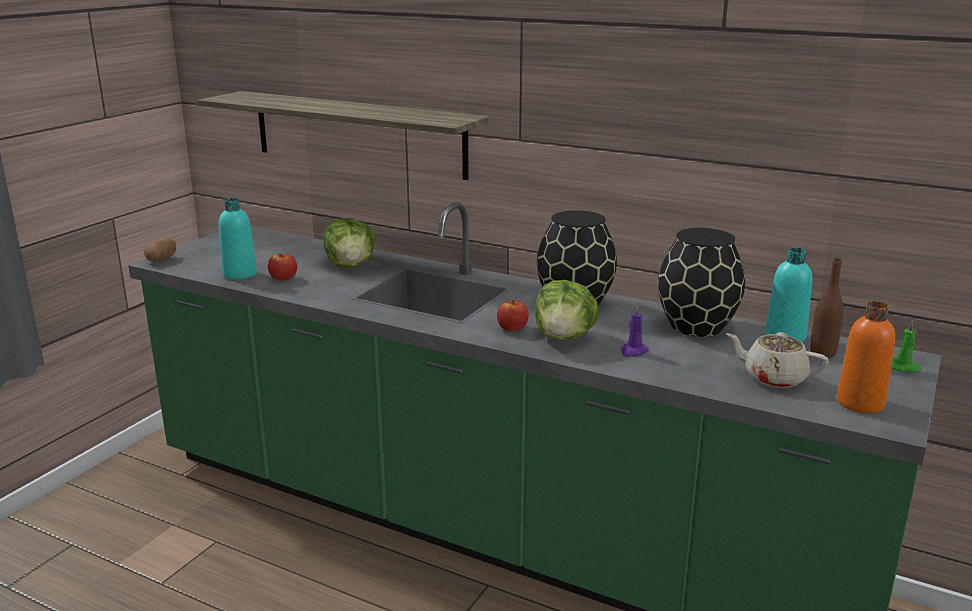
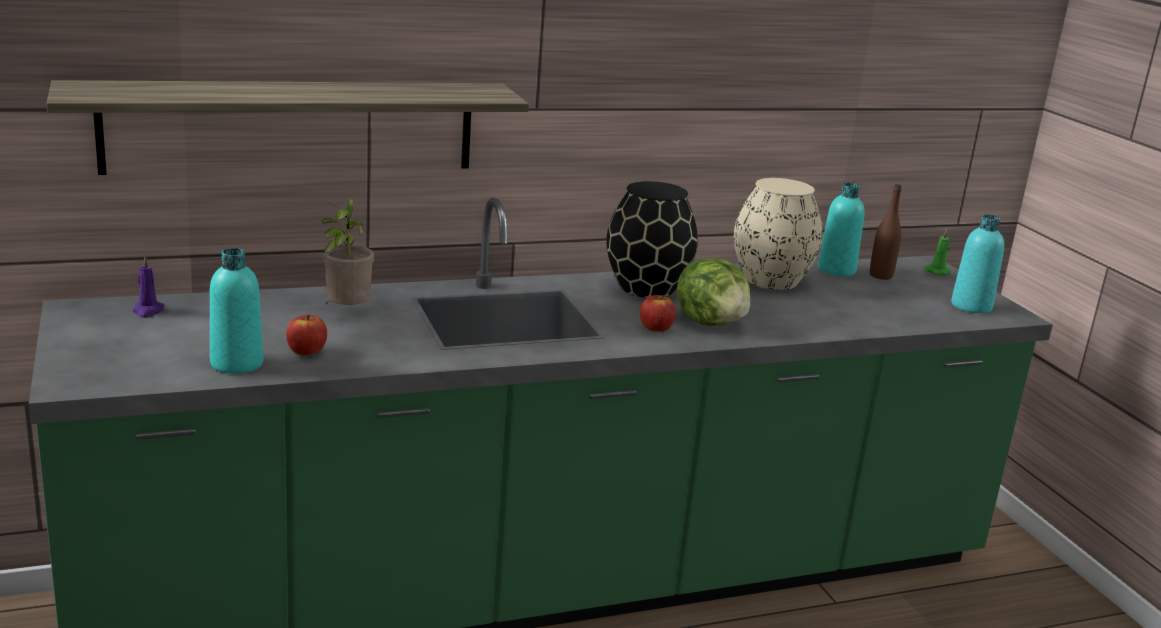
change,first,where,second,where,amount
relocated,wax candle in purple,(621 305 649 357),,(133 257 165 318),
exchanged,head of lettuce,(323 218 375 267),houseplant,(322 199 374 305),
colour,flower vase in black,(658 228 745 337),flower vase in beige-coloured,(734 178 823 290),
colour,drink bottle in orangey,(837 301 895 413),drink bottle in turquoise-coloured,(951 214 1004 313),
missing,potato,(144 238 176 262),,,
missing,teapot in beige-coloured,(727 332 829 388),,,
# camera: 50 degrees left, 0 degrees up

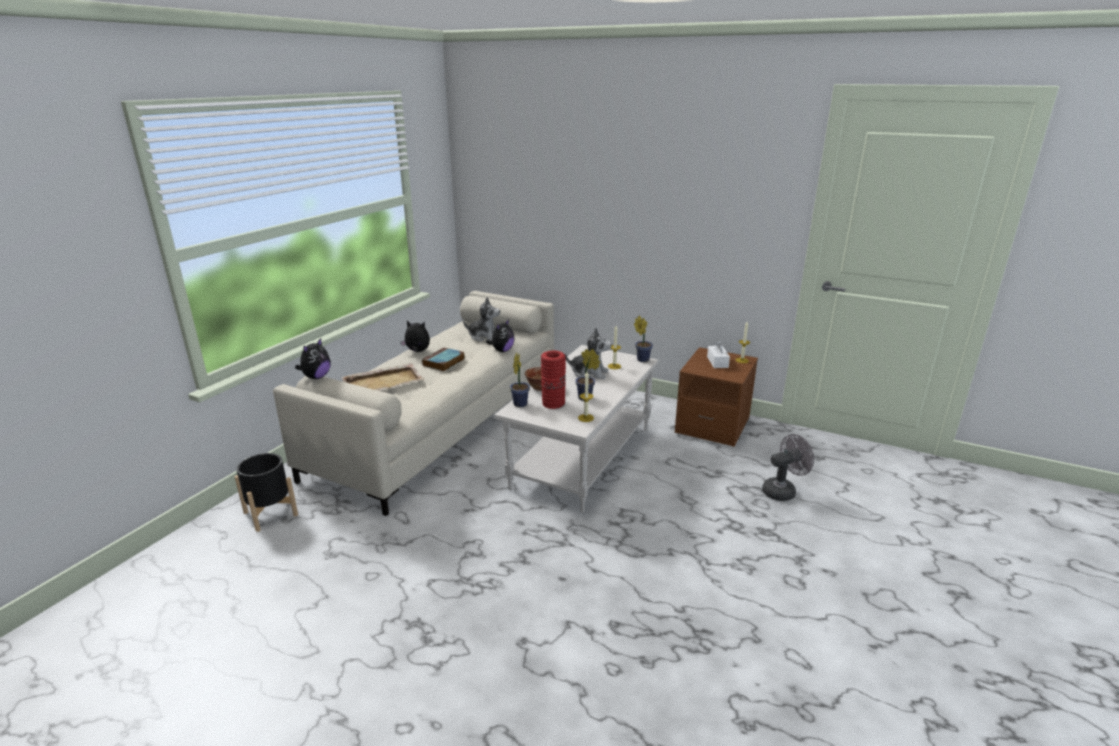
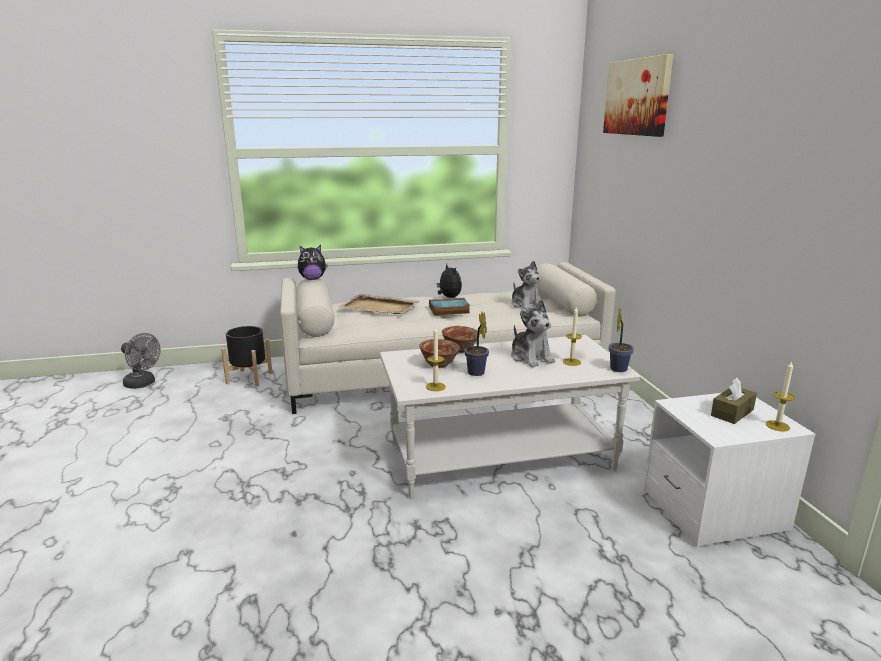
change,first,where,second,where,amount
relocated,cooling fan in greyish,(762 434 814 501),,(121 333 161 389),
exchanged,flower vase in red,(541 351 566 409),bowl,(419 339 460 368),
appeared,,,picture,(603 54 673 137),
colour,nightstand in brownish,(675 347 758 447),nightstand in white-coloured,(643 393 816 547),
colour,tissue box in white-coloured,(707 340 730 368),tissue box in brownish,(711 377 757 424),
missing,cuddly toy,(486 319 514 352),,,
missing,houseplant,(510 352 530 407),,,
# camera: 50 degrees right, 5 degrees down

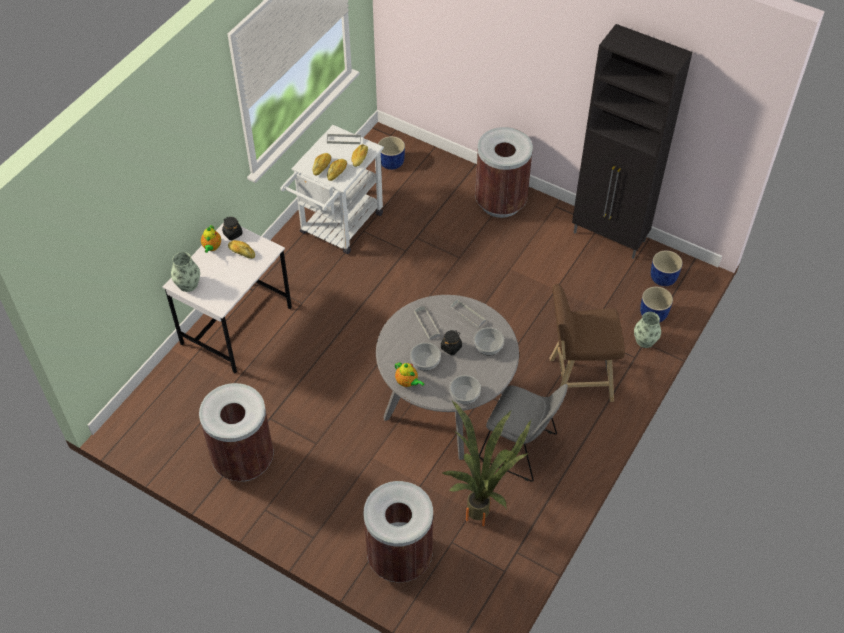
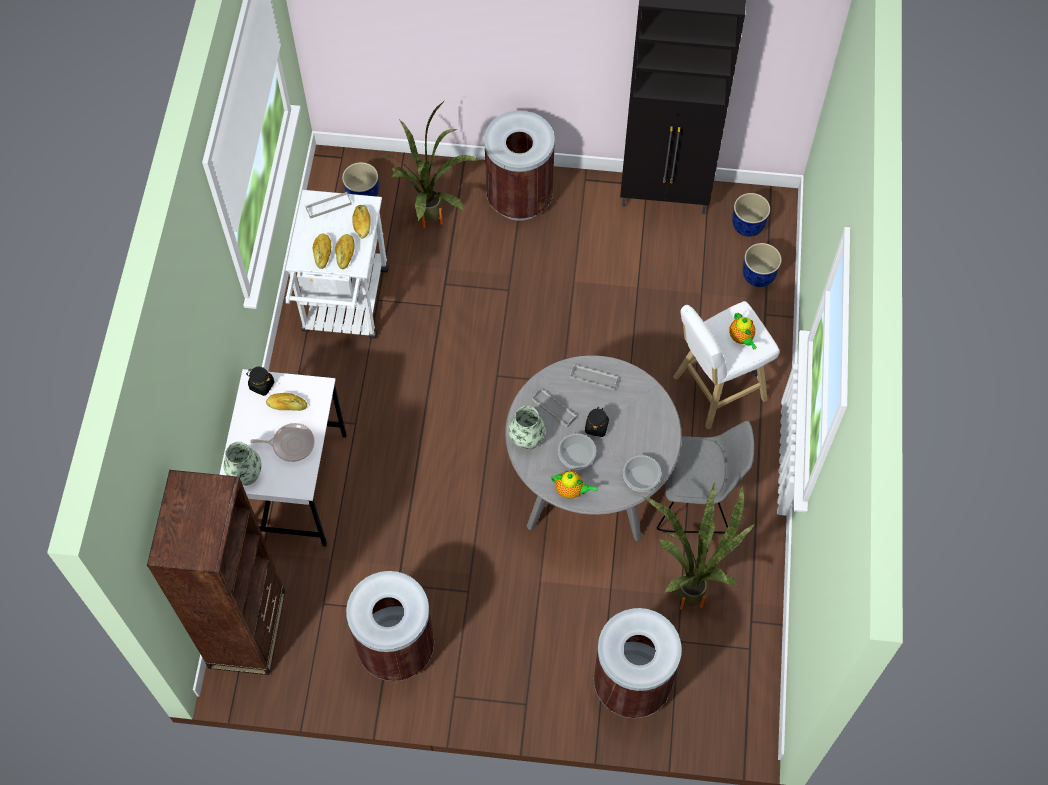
change,first,where,second,where,amount
appeared,,,bookshelf in brownish,(147 470 285 675),
appeared,,,skillet,(250 423 315 462),
appeared,,,houseplant,(381 100 481 229),
relocated,flower vase,(634 312 661 348),,(508 406 546 450),
colour,stool seat in brownish,(549 284 625 402),stool seat in white-coloured,(673 301 780 429),
relocated,teapot,(201 225 221 253),,(729 313 757 349),
missing,bowl,(474 327 504 355),,,
# camera: 25 degrees left, 10 degrees up

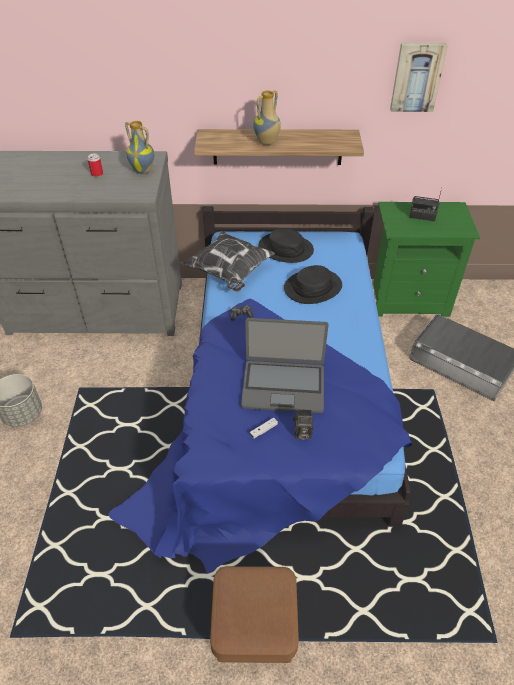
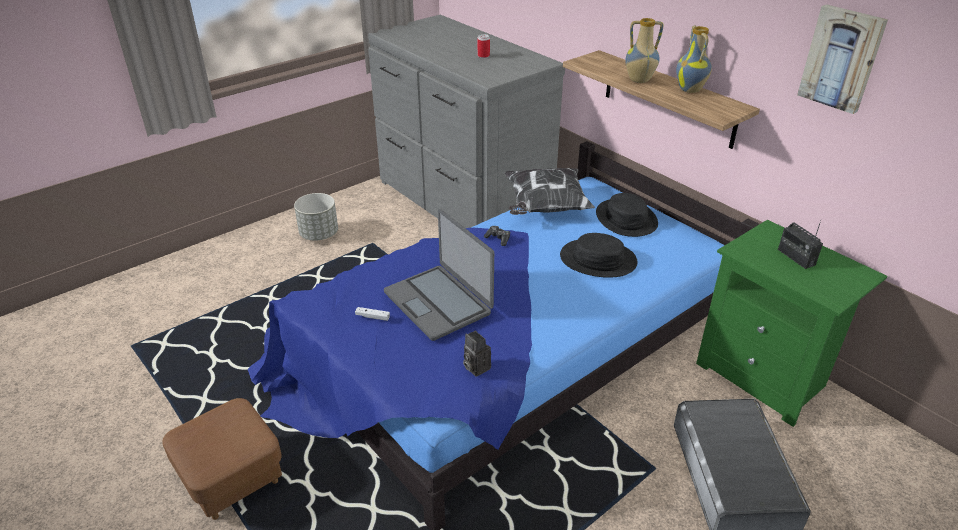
change,first,where,second,where,amount
relocated,photo camera,(293 409 313 440),,(463 330 491 377),
relocated,flower vase,(125 121 155 174),,(676 25 712 93),
# camera: 50 degrees right, 10 degrees down

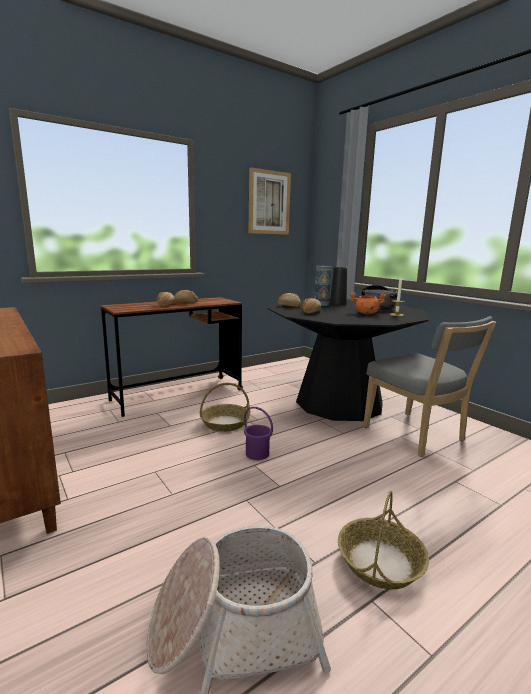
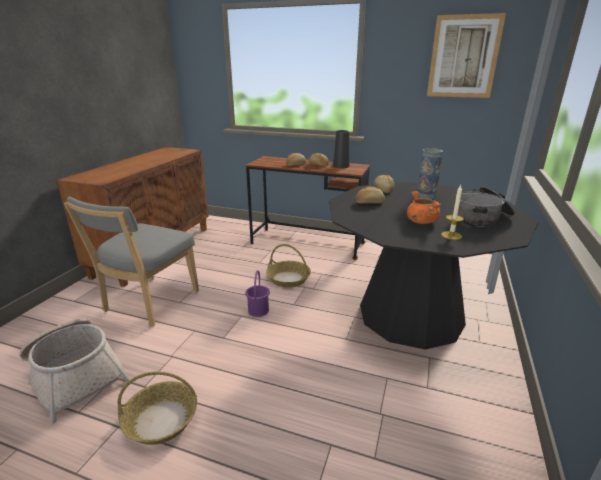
change,first,where,second,where,amount
relocated,chair in greyish,(363 316 496 457),,(64 196 199 326),
relocated,flower vase in black,(330 267 347 305),,(333 130 349 168),
# camera: 55 degrees right, 10 degrees up

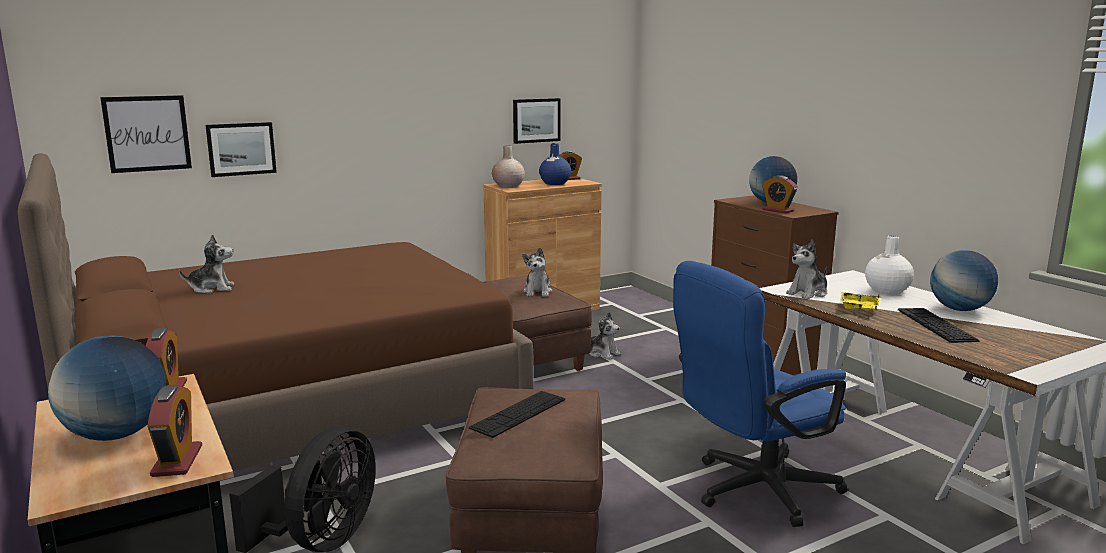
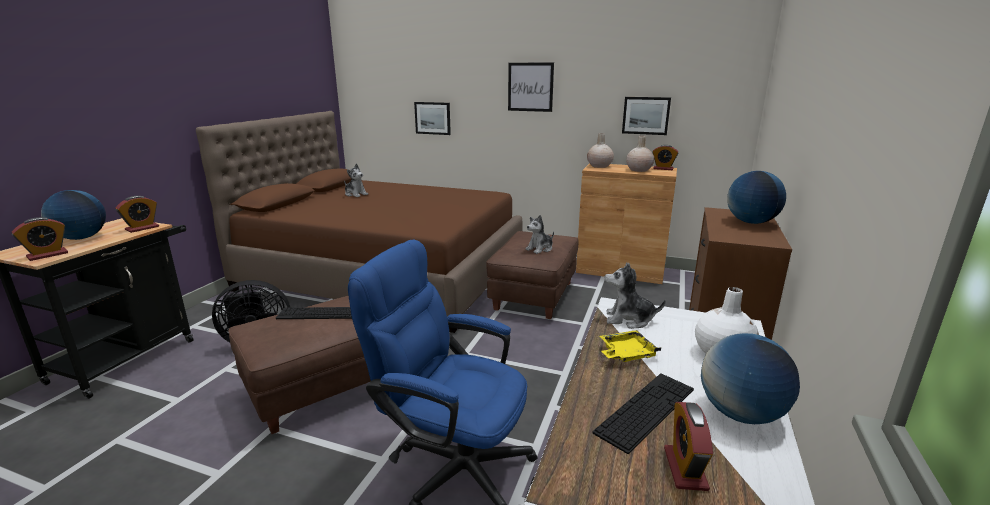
change,first,where,second,where,amount
relocated,picture,(100 95 192 173),,(508 63 554 112),
colour,flower vase in bluish,(539 143 571 185),flower vase in beige-coloured,(626 136 654 172),
relocated,alarm clock,(762 175 798 213),,(664 402 713 491),
missing,cuddly toy,(589 312 621 360),,,
# camera: 50 degrees right, 5 degrees up

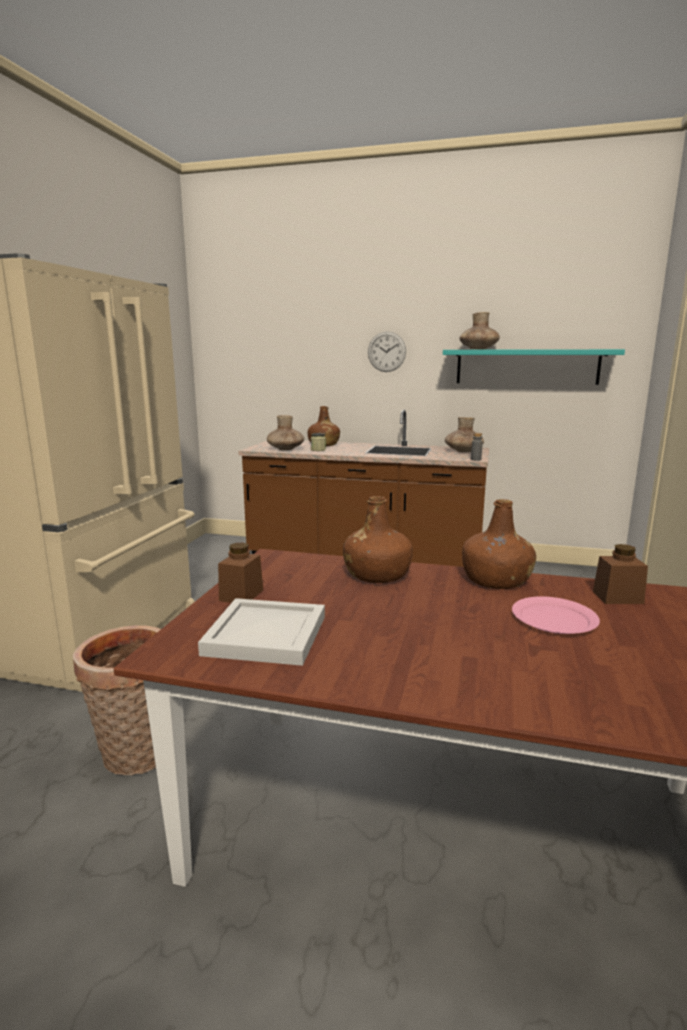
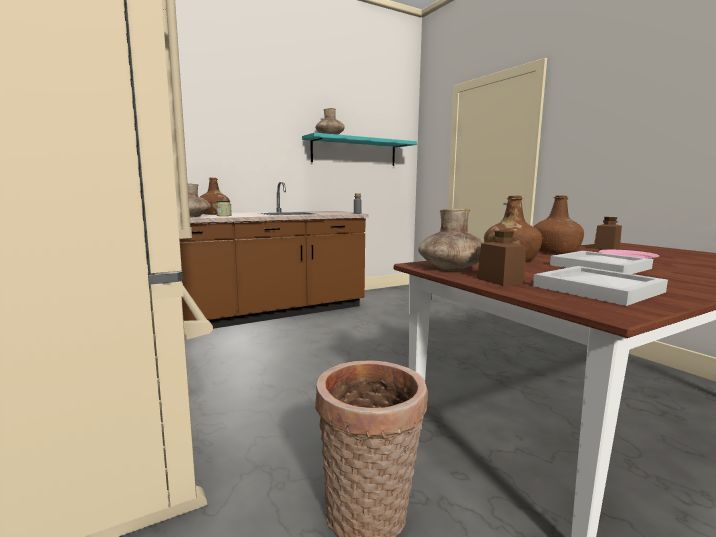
change,first,where,second,where,amount
relocated,flower vase in brownish,(445 417 484 452),,(418 209 484 271),
appeared,,,carrying tray in white-coloured,(550 251 653 274),
missing,clock on the wall,(368 331 406 372),,,
# camera: 45 degrees left, 5 degrees down

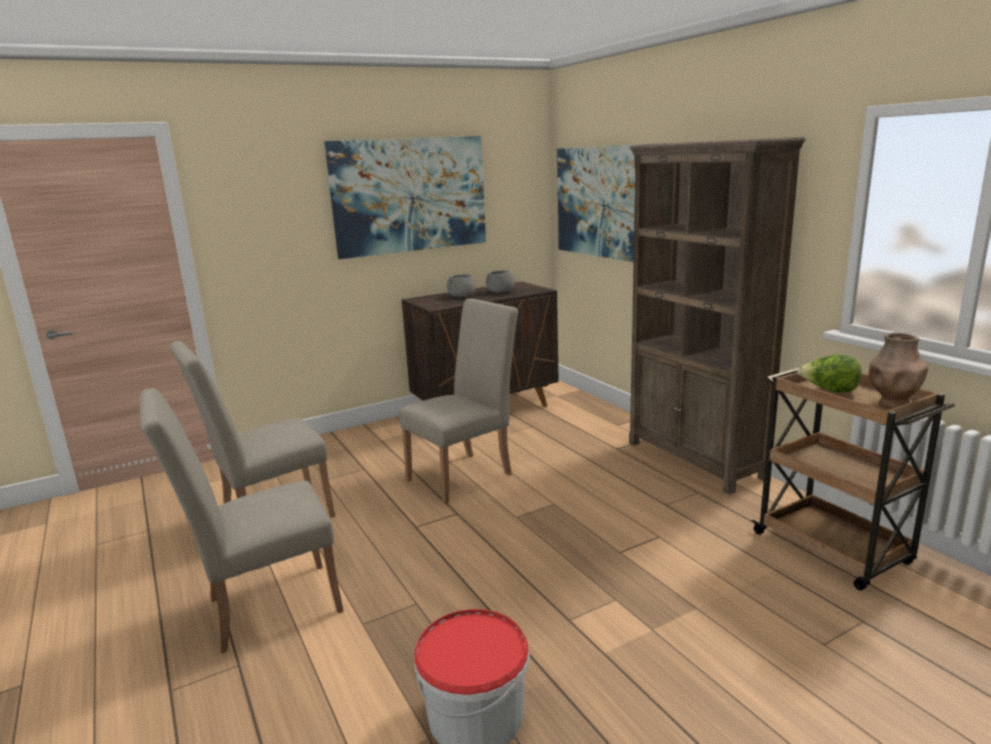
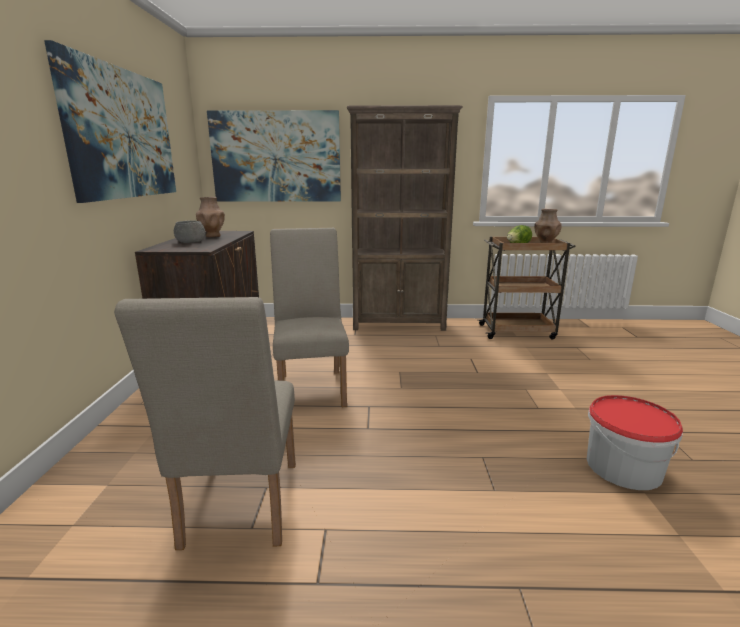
change,first,where,second,where,amount
exchanged,bowl in greyish,(486 270 515 293),flower vase in brownish,(196 197 225 237),
missing,chair in beige-coloured,(139 388 344 653),,,
# camera: 60 degrees left, 0 degrees up

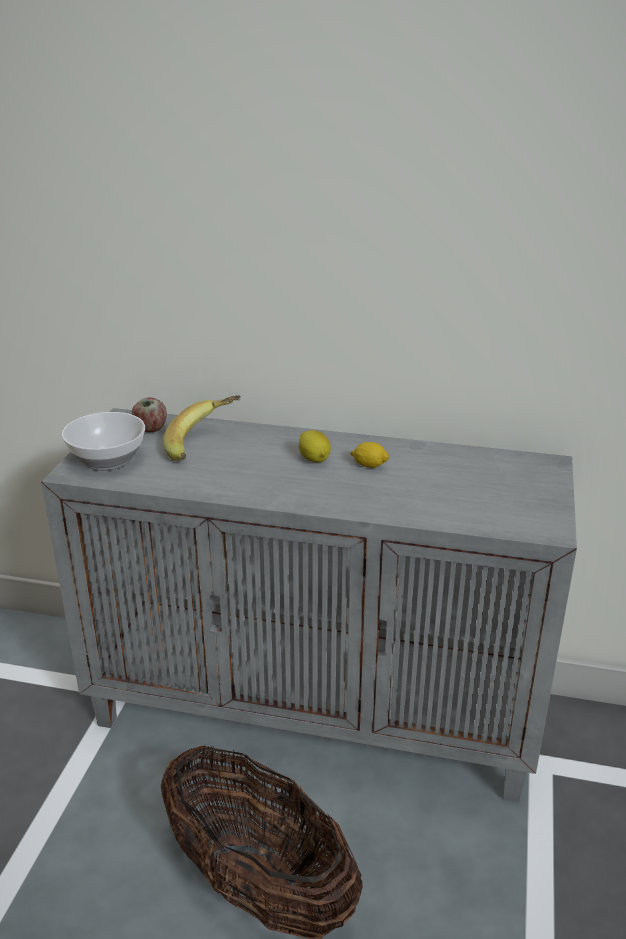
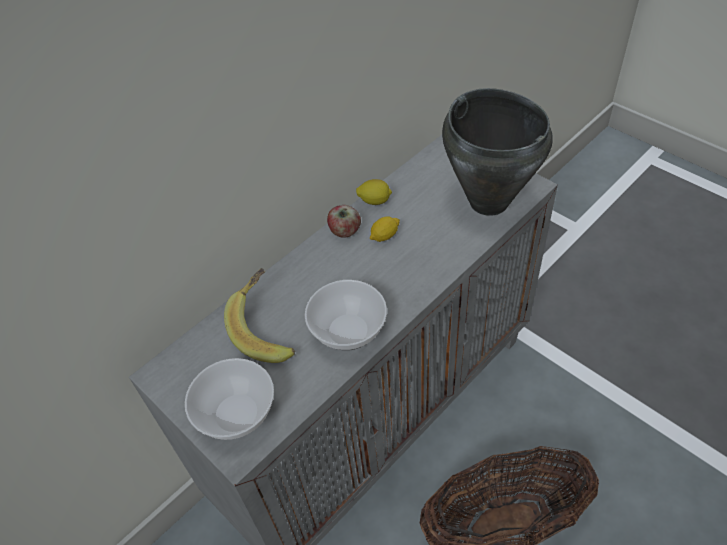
change,first,where,second,where,amount
appeared,,,bowl,(305 280 387 351),
relocated,apple fruit,(132 398 167 432),,(327 205 361 238),
relocated,citrus fruit,(299 430 331 462),,(356 179 392 205),
appeared,,,cooking pot in black,(442 88 553 216),
# camera: 55 degrees left, 20 degrees up

